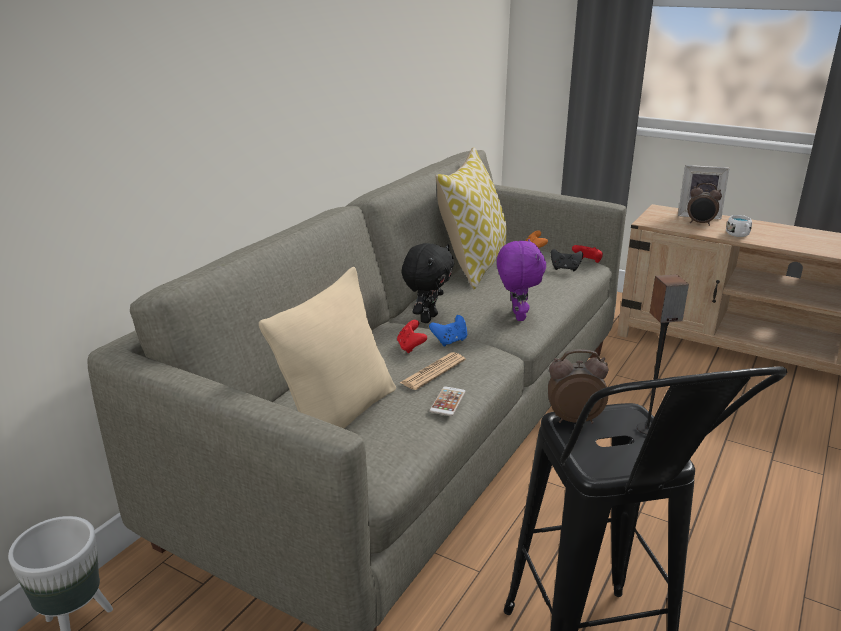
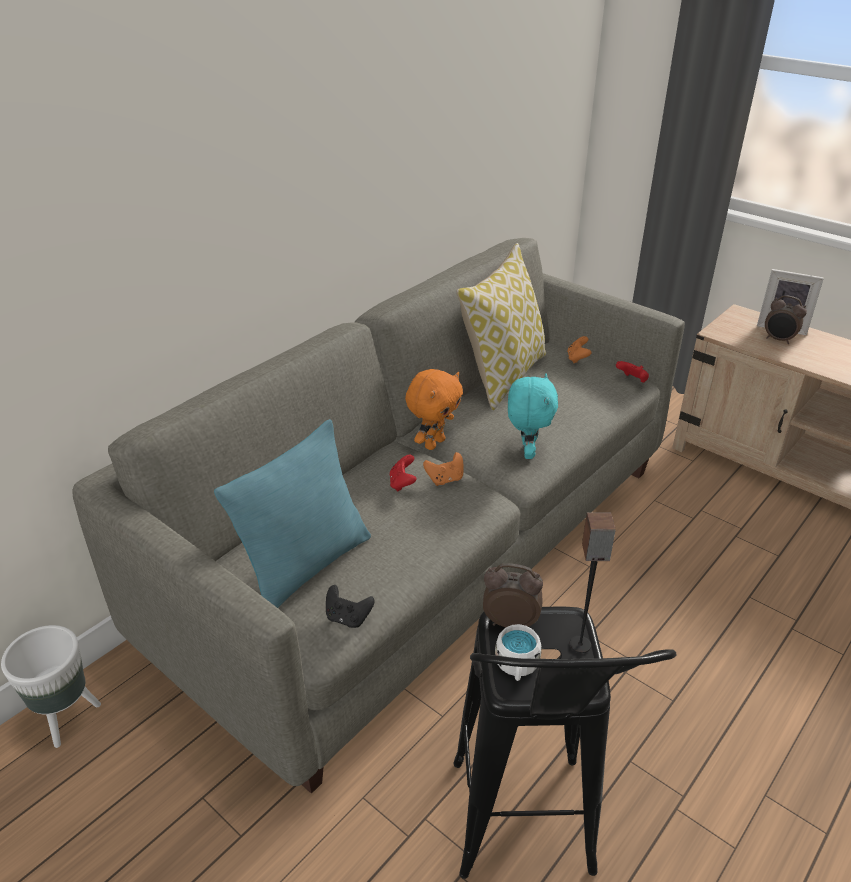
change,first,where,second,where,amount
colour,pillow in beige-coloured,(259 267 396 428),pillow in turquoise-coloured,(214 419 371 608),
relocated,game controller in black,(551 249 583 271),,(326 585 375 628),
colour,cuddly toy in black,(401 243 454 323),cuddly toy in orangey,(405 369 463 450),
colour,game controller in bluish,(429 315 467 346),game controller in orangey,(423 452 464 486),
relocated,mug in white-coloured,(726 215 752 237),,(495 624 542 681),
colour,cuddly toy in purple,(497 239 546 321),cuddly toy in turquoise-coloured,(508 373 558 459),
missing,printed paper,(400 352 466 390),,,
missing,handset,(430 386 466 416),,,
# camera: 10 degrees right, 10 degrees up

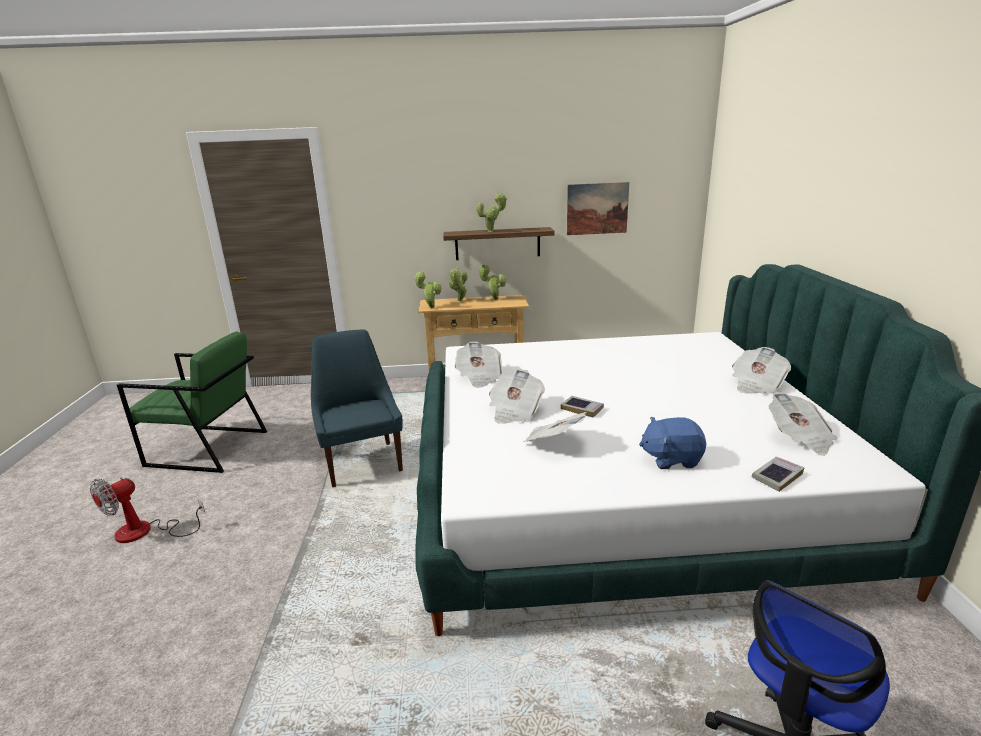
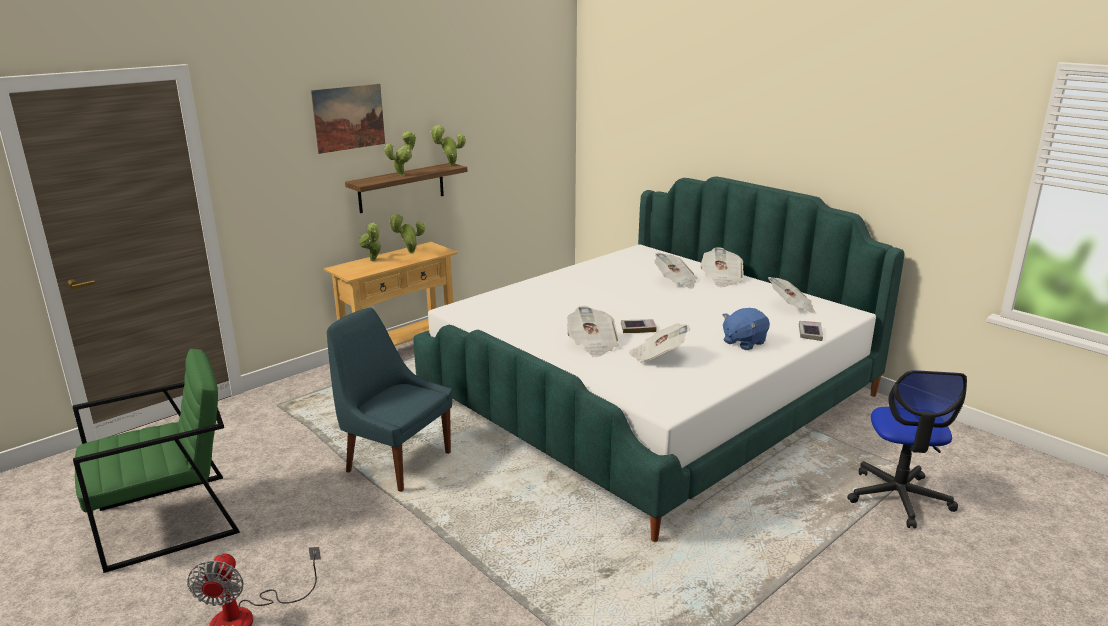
change,first,where,second,where,amount
relocated,picture,(567 182 629 235),,(311 84 385 154),
relocated,houseplant,(414 271 441 308),,(430 125 466 165),
relocated,printed paper,(454 342 503 388),,(654 253 698 289),
# camera: 40 degrees left, 0 degrees up

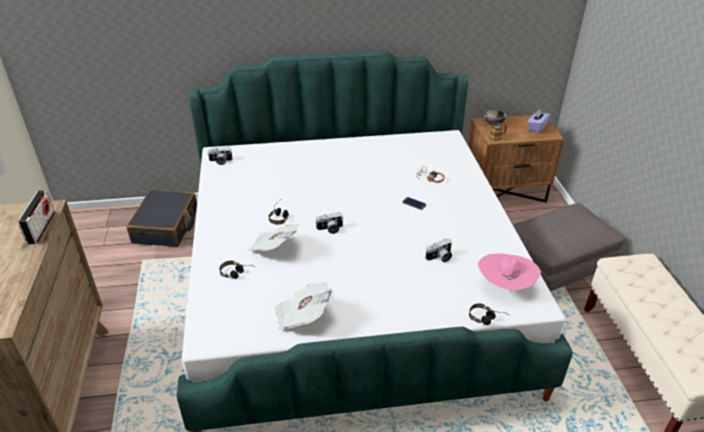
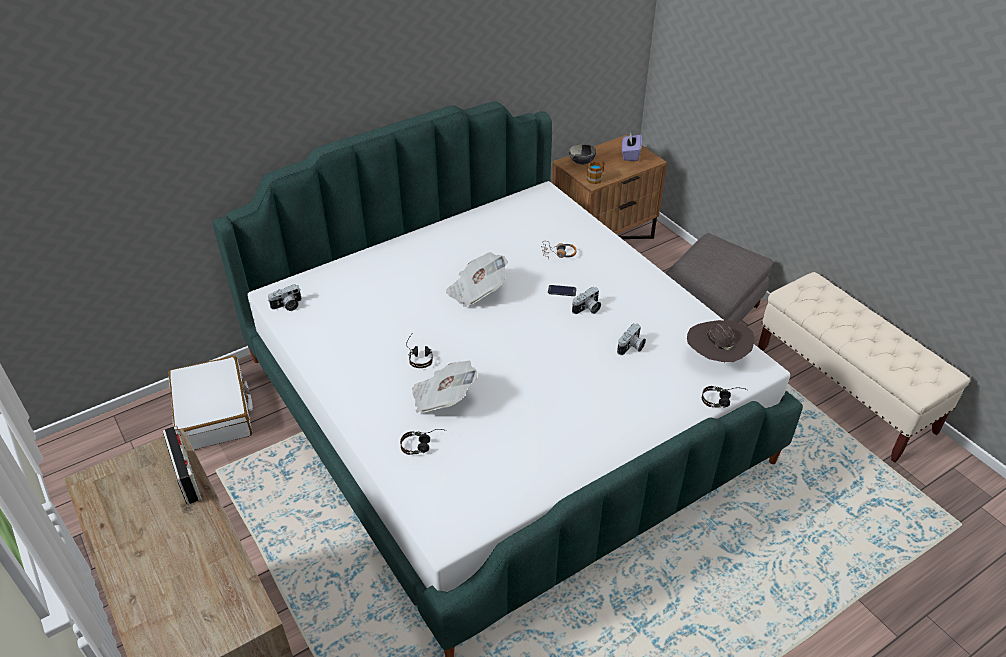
change,first,where,second,where,amount
colour,travel case in black,(126 190 197 247),travel case in white-coloured,(168 356 253 450),
relocated,printed paper,(275 282 333 330),,(446 252 508 307),
relocated,photo camera,(315 212 343 234),,(572 287 601 314),
colour,clothing hat in pink,(478 253 541 292),clothing hat in brownish,(687 320 754 364),
# camera: 25 degrees left, 5 degrees up

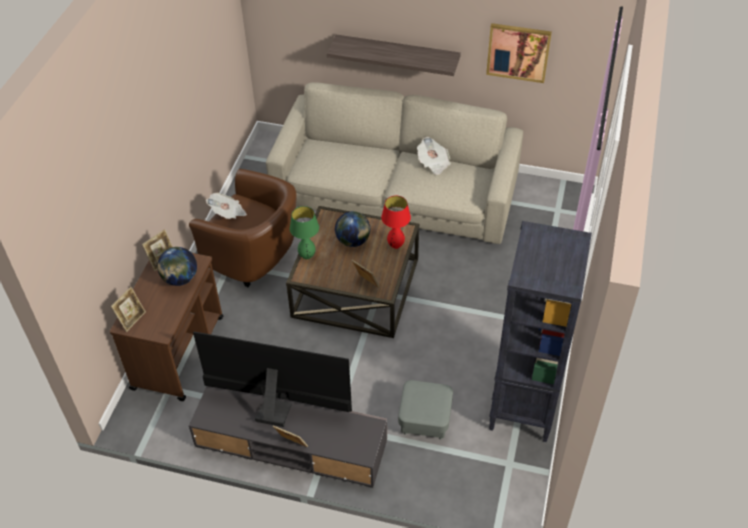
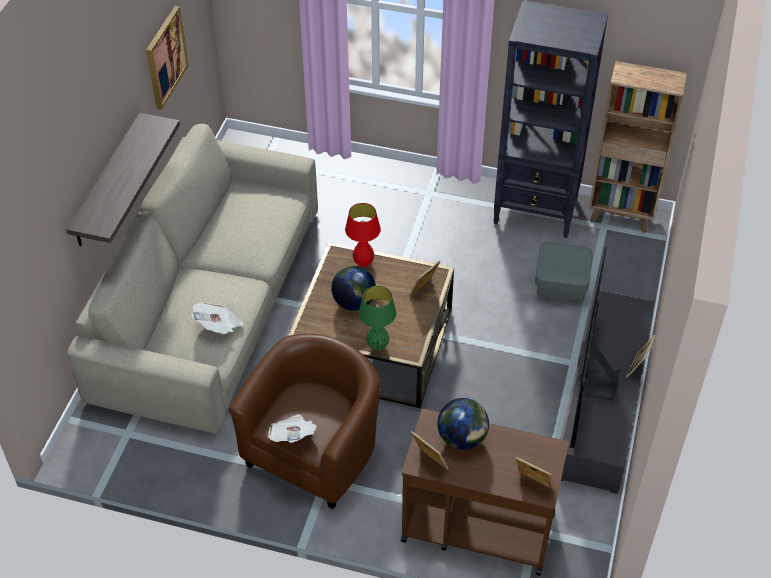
change,first,where,second,where,amount
relocated,printed paper,(417 137 451 175),,(191 302 244 334),
appeared,,,bookshelf in brownish,(589 61 687 233),
# camera: 90 degrees left, 0 degrees up

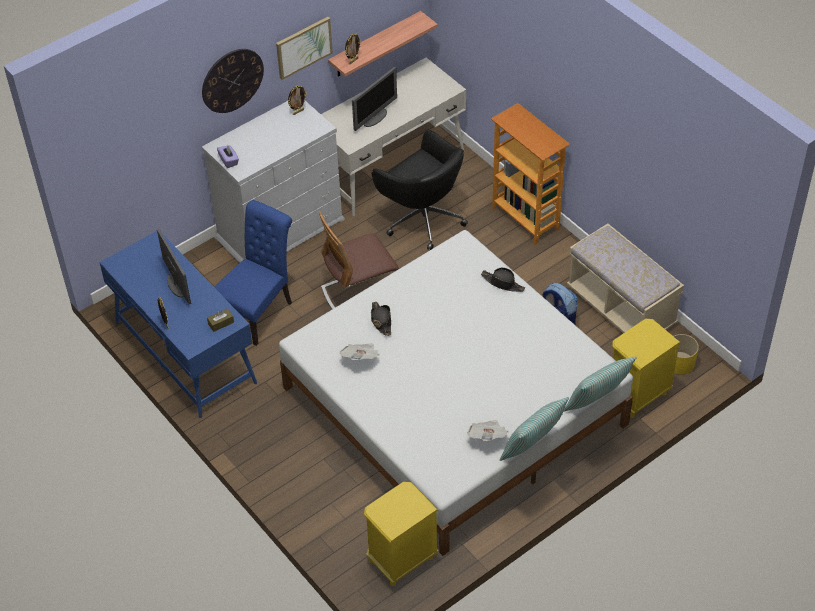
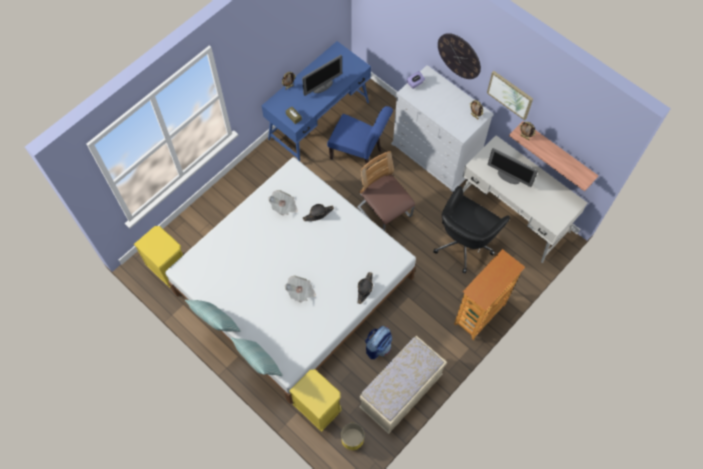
change,first,where,second,where,amount
relocated,printed paper,(467 420 508 441),,(285 275 316 302),
# camera: 80 degrees right, 15 degrees up

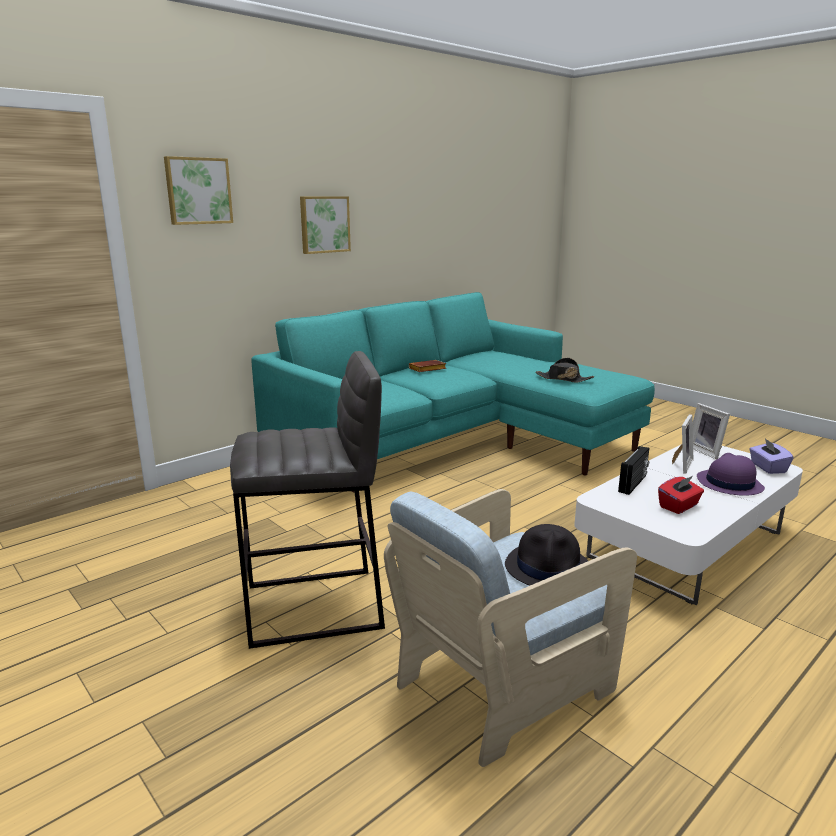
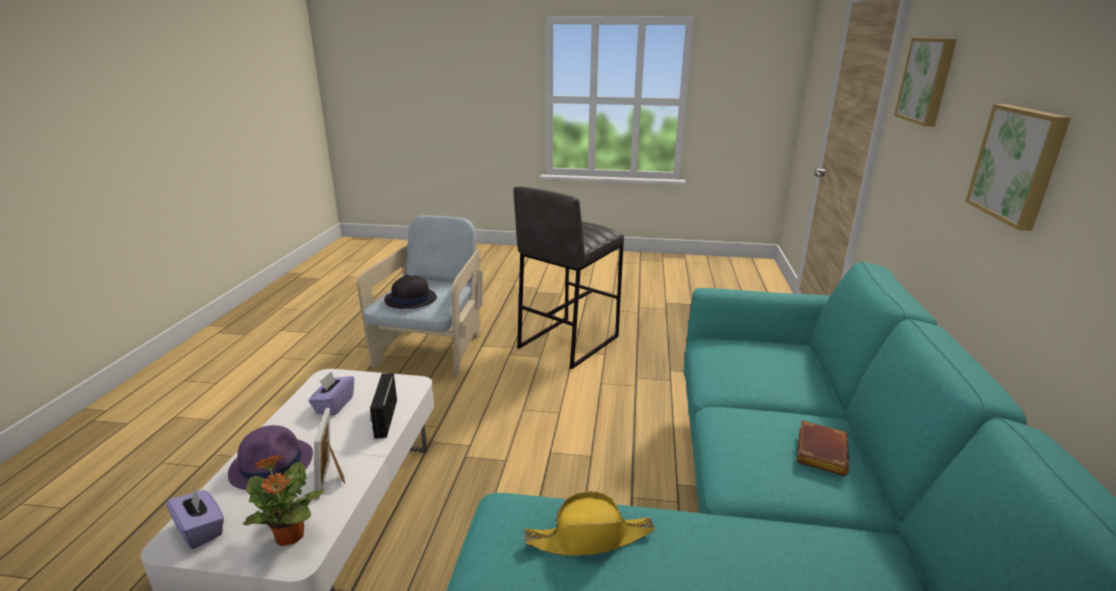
change,first,where,second,where,amount
exchanged,photo frame,(693 403 730 459),houseplant,(243 455 324 546),
colour,tissue box in red,(658 476 704 514),tissue box in purple,(308 372 354 415),
colour,clothing hat in black,(535 358 594 382),clothing hat in yellow,(524 491 655 556),
# camera: 140 degrees right, 5 degrees up

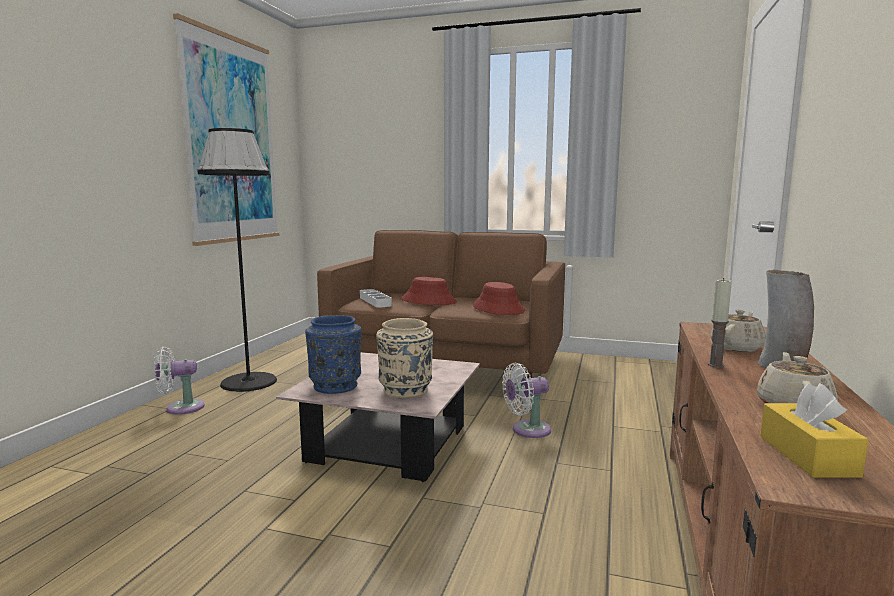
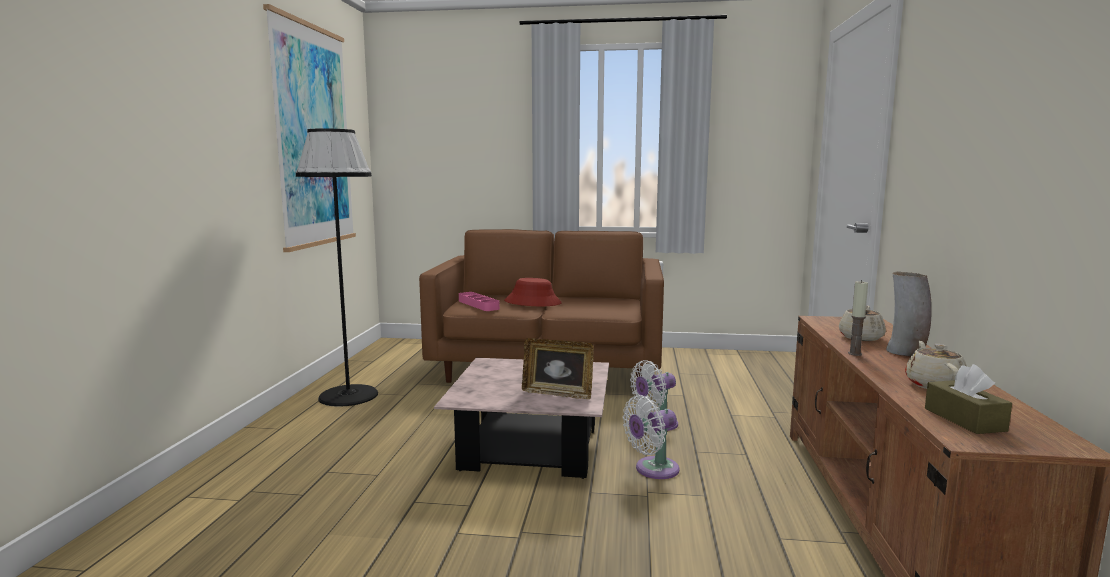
change,first,where,second,where,amount
colour,carrying tray in white-coloured,(360 289 392 308),carrying tray in pink,(459 292 500 311),
exchanged,flower vase in beige-coloured,(376 318 433 398),photo frame,(522 338 594 400),
relocated,cooling fan in white-coloured,(154 347 205 415),,(623 395 679 479),
colour,tissue box in yellow,(760 383 869 478),tissue box in brownish,(925 364 1012 434),
missing,flower vase in bluish,(305 315 361 394),,,
missing,clothing hat in red,(473 282 525 315),,,
# camera: 10 degrees left, 0 degrees up

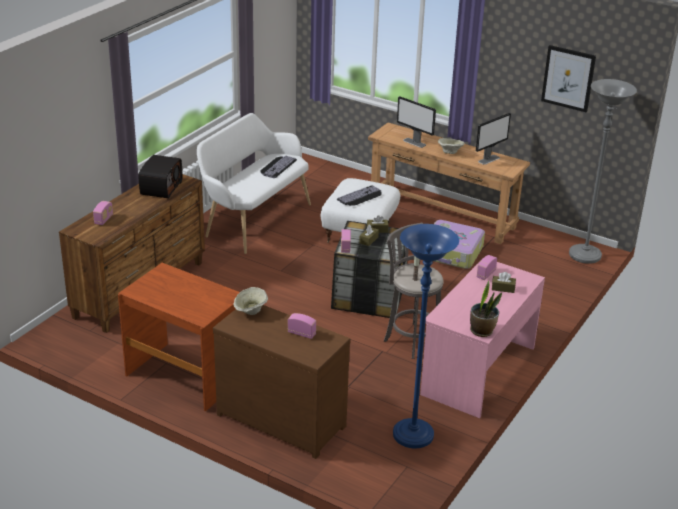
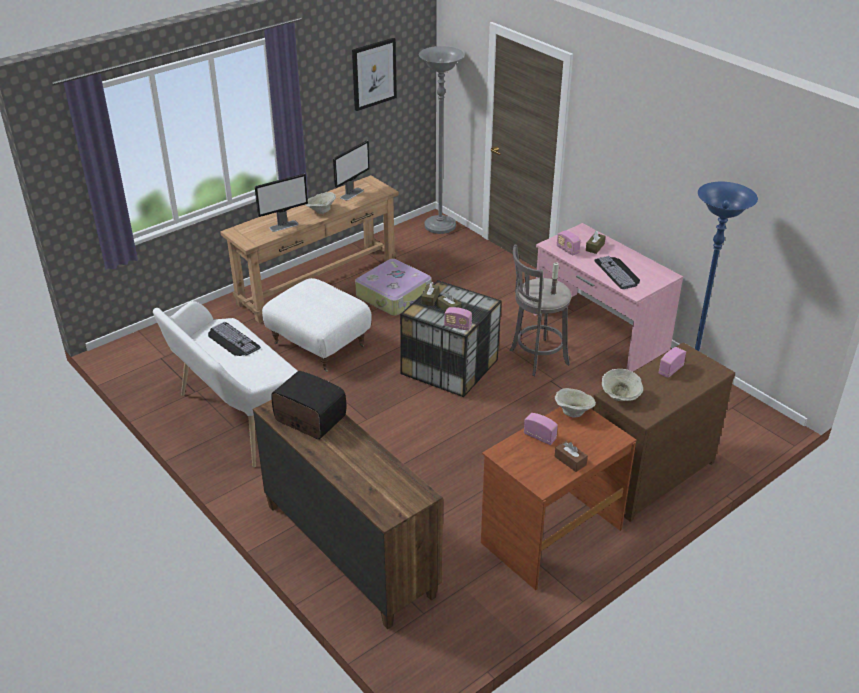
change,first,where,second,where,amount
spun,computer screen,(476 113 511 165),,(333 140 370 200),60 degrees clockwise
relocated,radio,(93 201 113 225),,(524 413 558 445),
appeared,,,tissue box in brownish,(554 441 588 472),
appeared,,,bowl in beige-coloured,(555 388 596 418),
relocated,PC keyboard,(337 186 382 206),,(594 256 640 289),
missing,houseplant,(470 281 502 337),,,
# camera: 70 degrees left, 5 degrees up

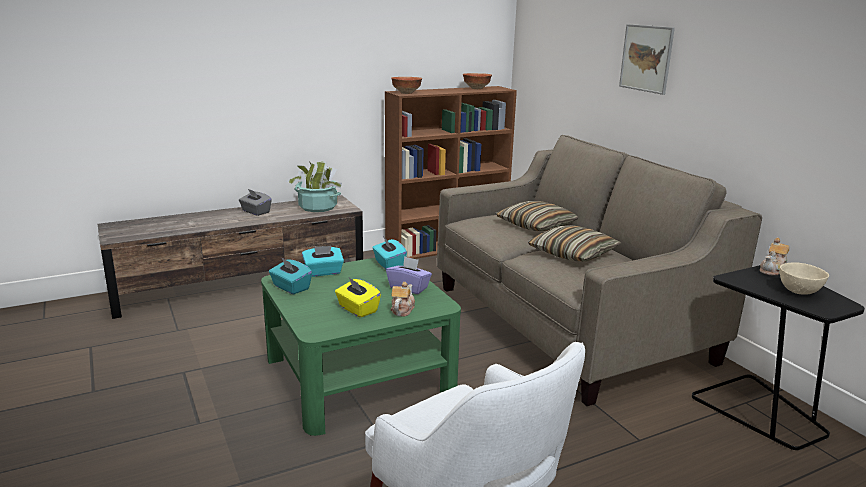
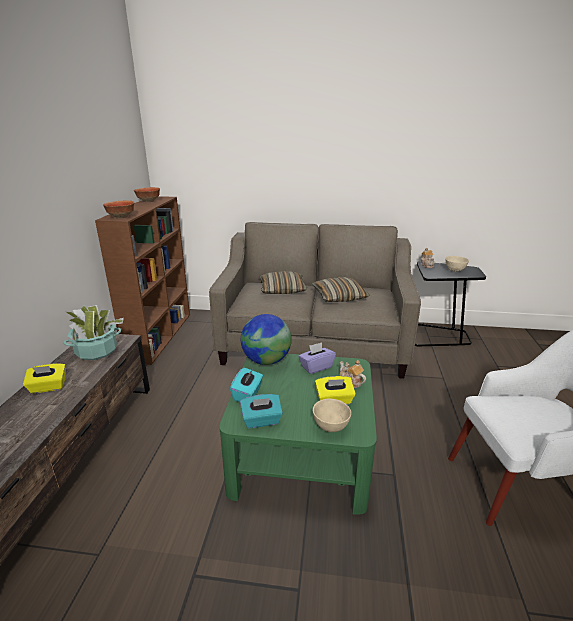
change,first,where,second,where,amount
colour,tissue box in greyish,(239 189 272 216),tissue box in yellow,(23 363 66 394),
exchanged,tissue box in turquoise-coloured,(372 236 407 270),globe,(241 314 292 365),
appeared,,,bowl in beige-coloured,(313 398 351 432),
missing,picture,(619 24 675 95),,,
# camera: 55 degrees left, 5 degrees up

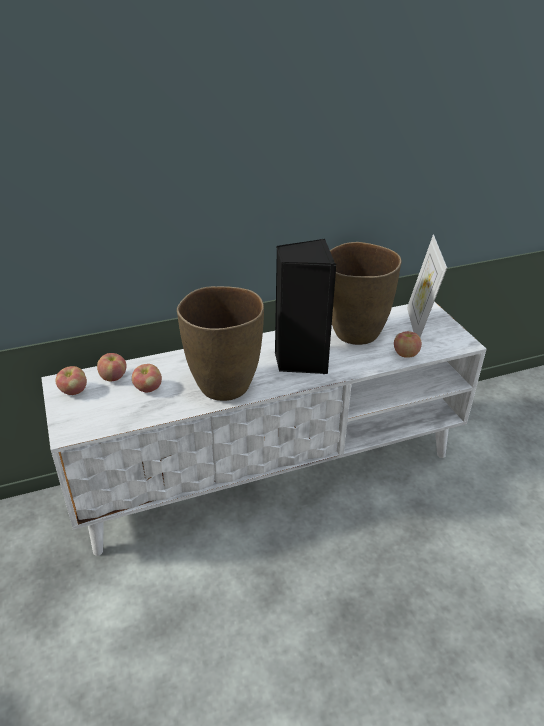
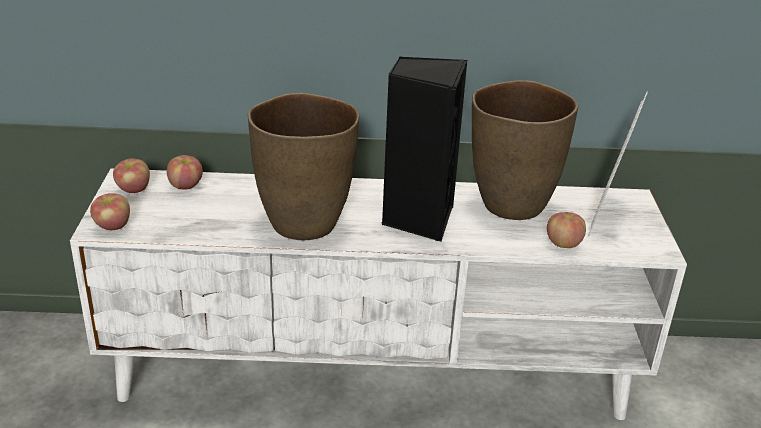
change,first,where,second,where,amount
relocated,apple fruit,(132 364 162 392),,(90 193 130 230),
# camera: 20 degrees right, 5 degrees down

